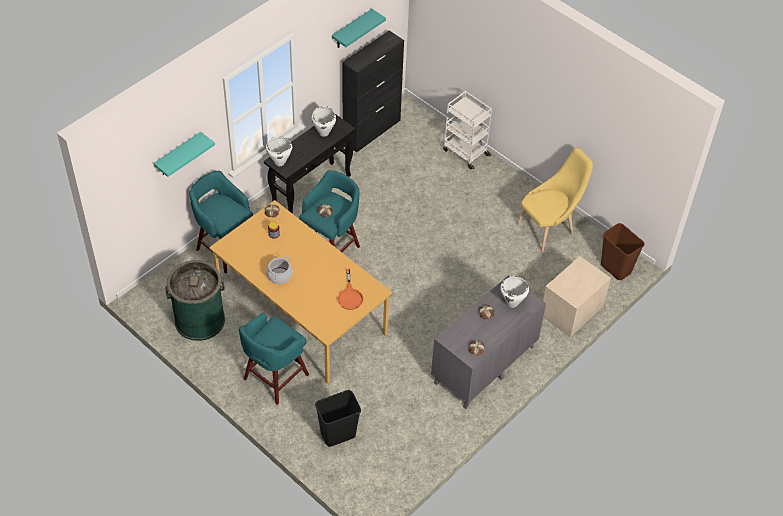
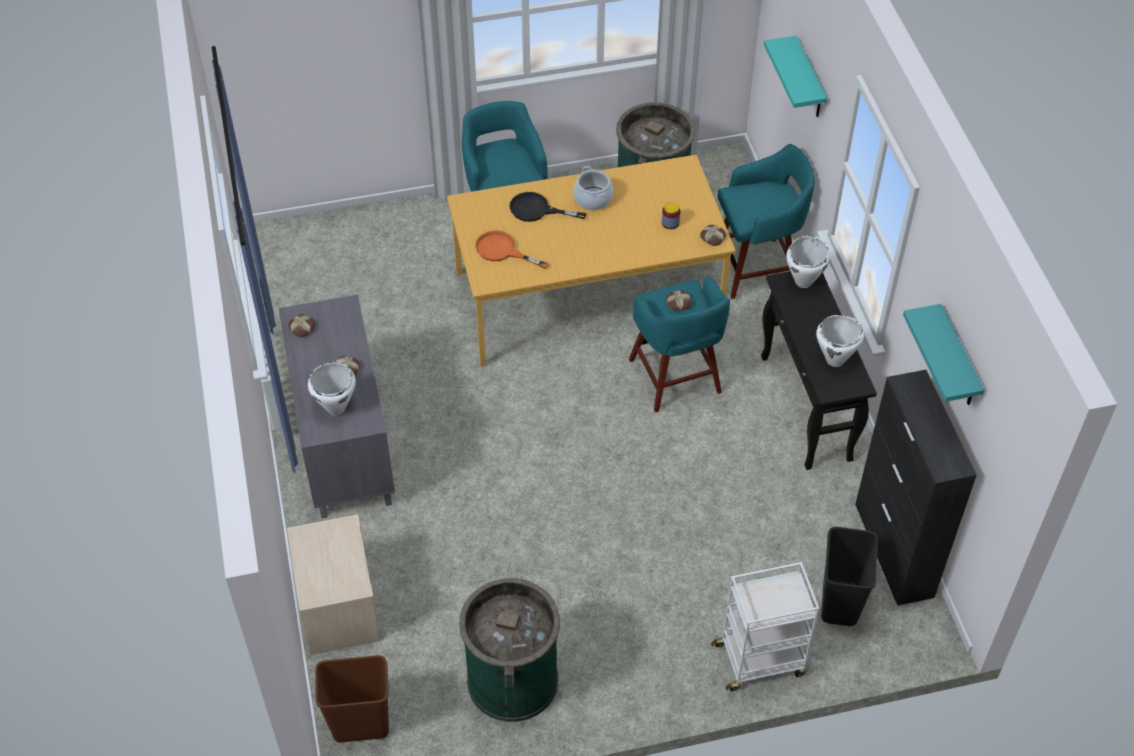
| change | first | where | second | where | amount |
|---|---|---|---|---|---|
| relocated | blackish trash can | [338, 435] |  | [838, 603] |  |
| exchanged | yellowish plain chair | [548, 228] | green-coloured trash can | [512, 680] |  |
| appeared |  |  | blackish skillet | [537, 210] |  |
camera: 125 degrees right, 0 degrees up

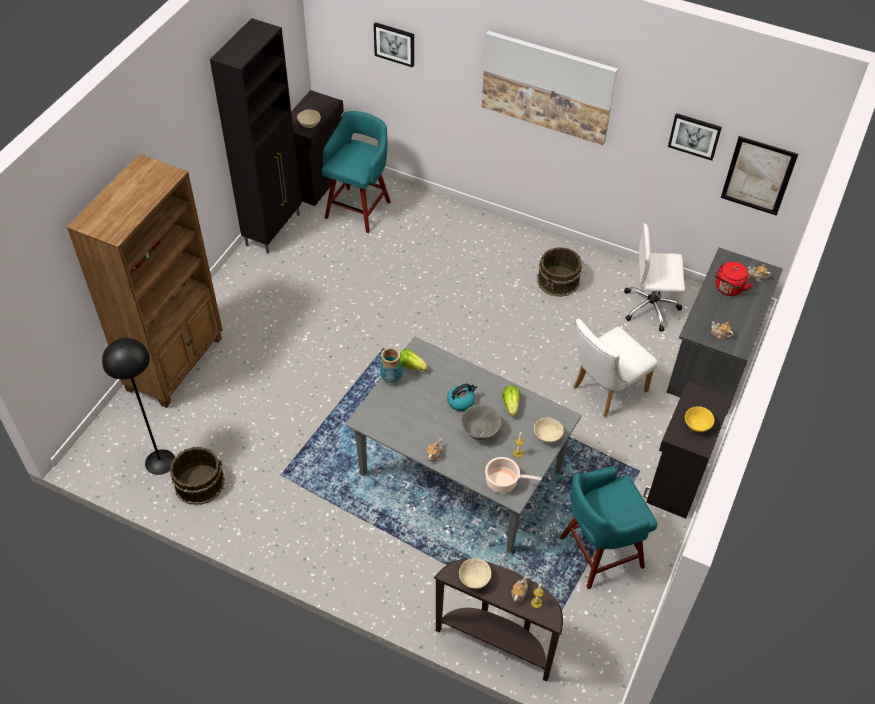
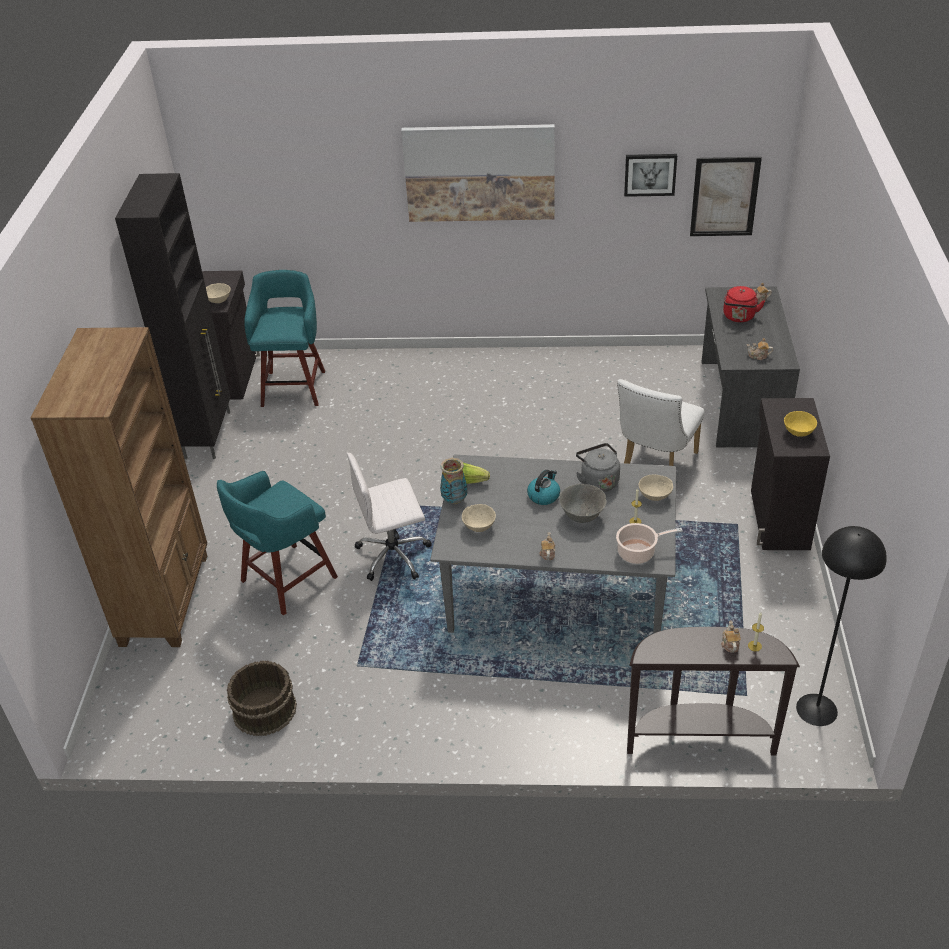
| change | first | where | second | where | amount |
|---|---|---|---|---|---|
| relocated | blackish floor lamp | [160, 462] |  | [816, 710] |  |
| missing | wall art | [394, 44] |  |  |  |
| relocated | beige-coloured serving bowl | [475, 580] |  | [479, 527] |  |
| exchanged | head of lettuce | [511, 404] | gray kettle | [598, 481] |  |
| missing | brown-coloured bucket | [558, 281] |  |  |  |
| relocated | turquoise-coloured stool seat | [598, 553] |  | [286, 580] |  |
| relocated | whitish computer chair | [651, 307] |  | [394, 555] |  |
camera: 20 degrees left, 10 degrees down

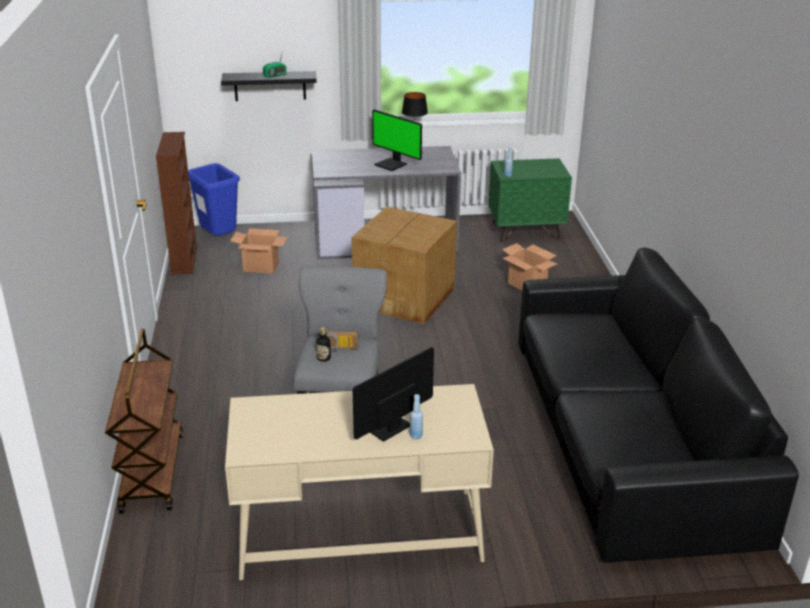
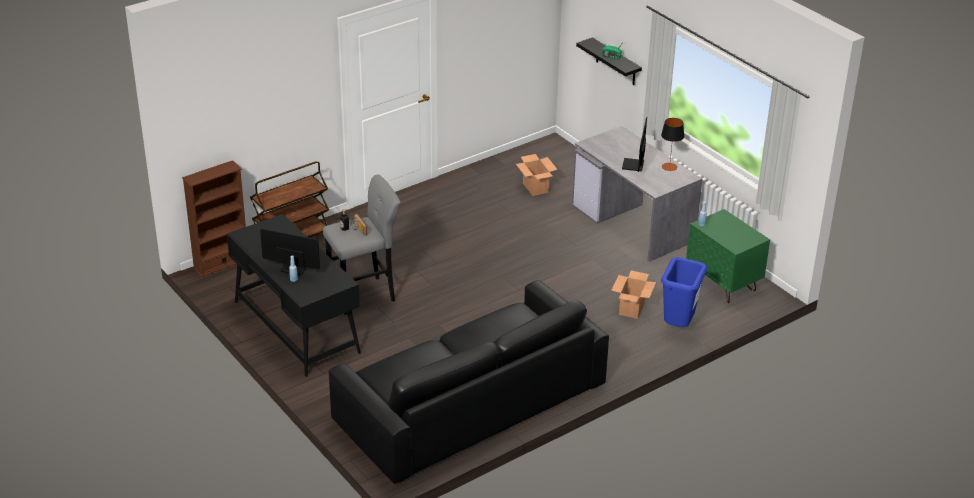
| change | first | where | second | where | amount |
|---|---|---|---|---|---|
| relocated | brown-coloured bookshelf | [184, 259] |  | [221, 263] |  |
| relocated | blue-coloured trash can | [219, 239] |  | [678, 326] |  |
| colour | beige-coloured desk unit | [359, 532] | blackish desk unit | [296, 326] |  |
| missing | cardboard box | [406, 297] |  |  |  |
camera: 60 degrees right, 5 degrees up

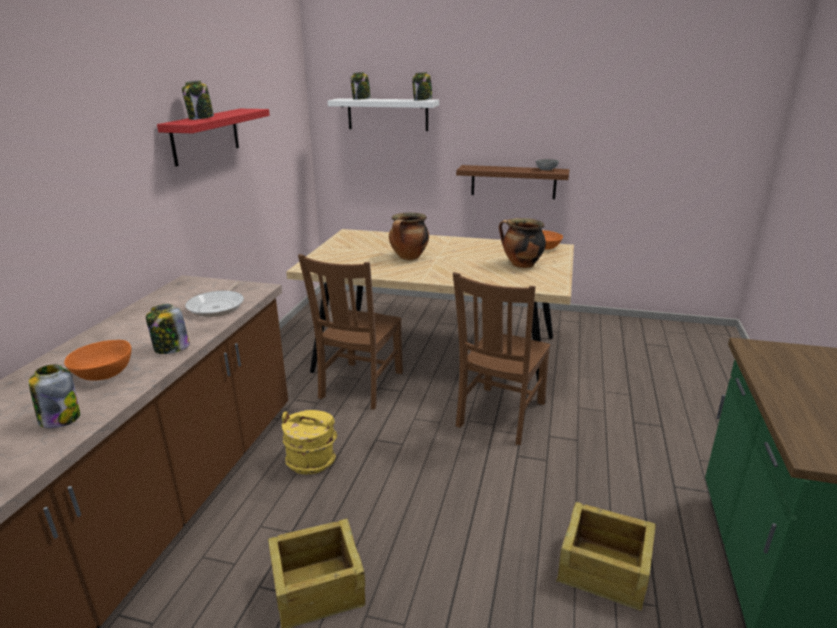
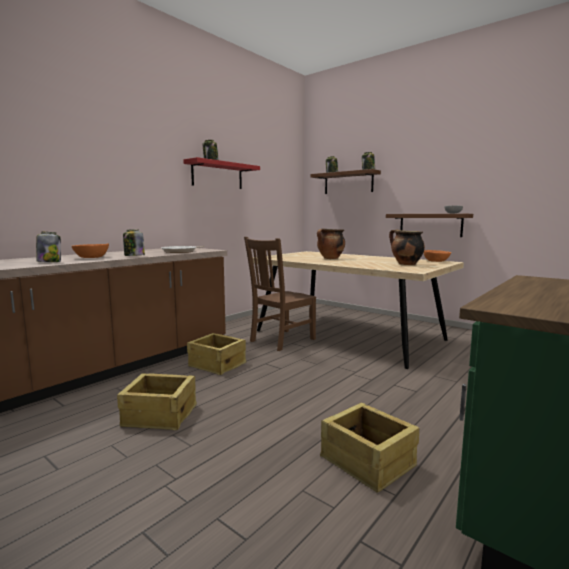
| change | first | where | second | where | amount |
|---|---|---|---|---|---|
| exchanged | yellowish bucket | [311, 460] | crate | [217, 364] |  |
| colour | whitish wall shelf | [387, 114] | brown-coloured wall shelf | [348, 183] |  |
| missing | brown-coloured plain chair | [499, 416] |  |  |  |
camera: 25 degrees right, 15 degrees down

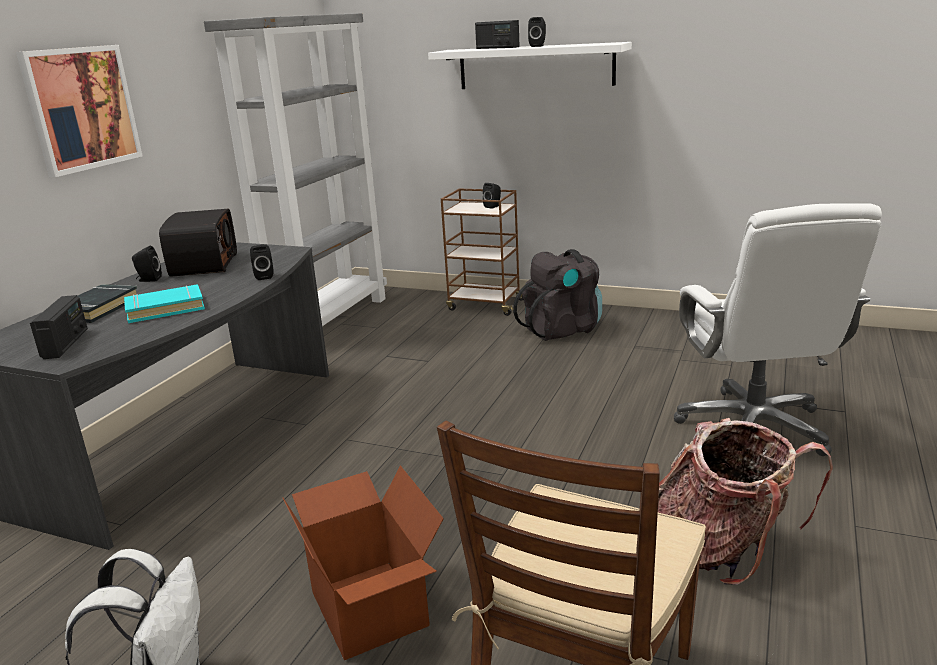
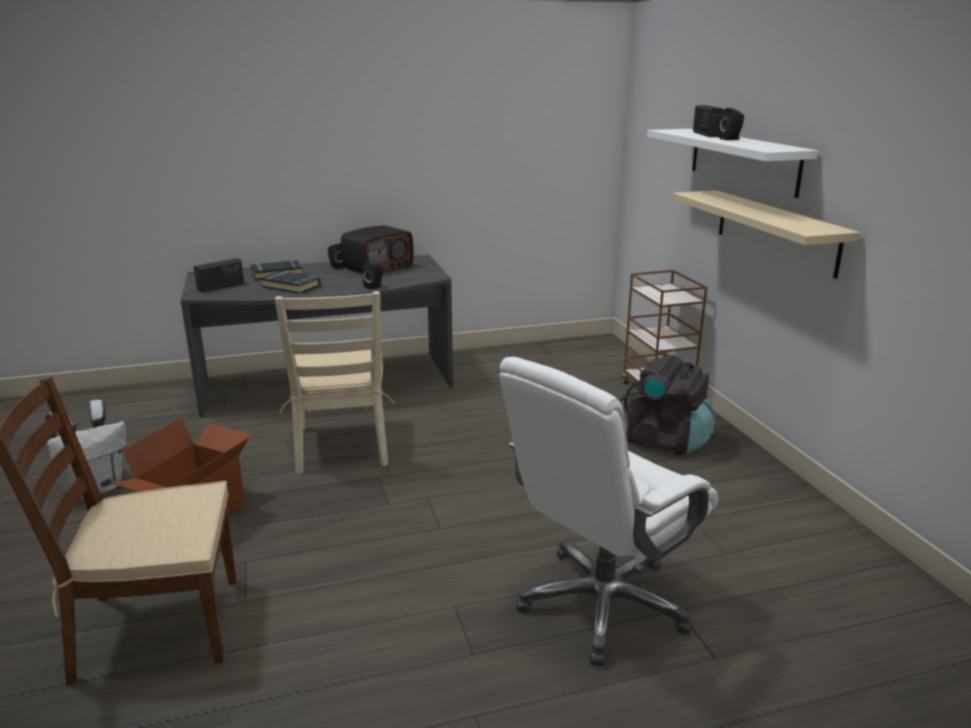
| change | first | where | second | where | amount |
|---|---|---|---|---|---|
| missing | wall art | [81, 108] |  |  |  |
| colour | turquoise-coloured book | [165, 309] | blackish book | [291, 286] |  |
| missing | gray bookshelf | [330, 320] |  |  |  |
| missing | blackish speaker | [493, 206] |  |  |  |
| missing | rucksack | [723, 550] |  |  |  |
| appeared |  |  | beige-coloured plain chair | [342, 446] |  |
| appeared |  |  | beige-coloured wall shelf | [775, 231] |  |
camera: 50 degrees right, 0 degrees up

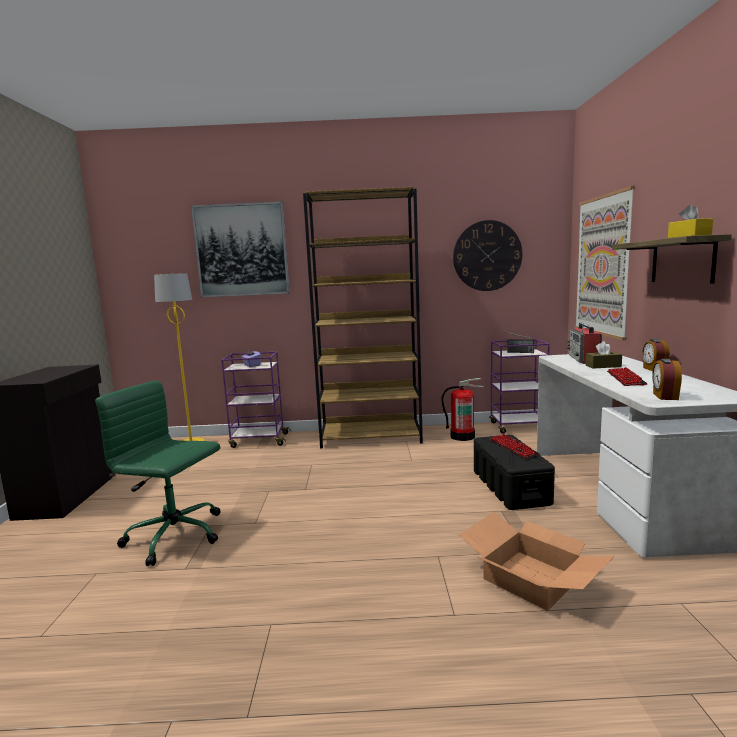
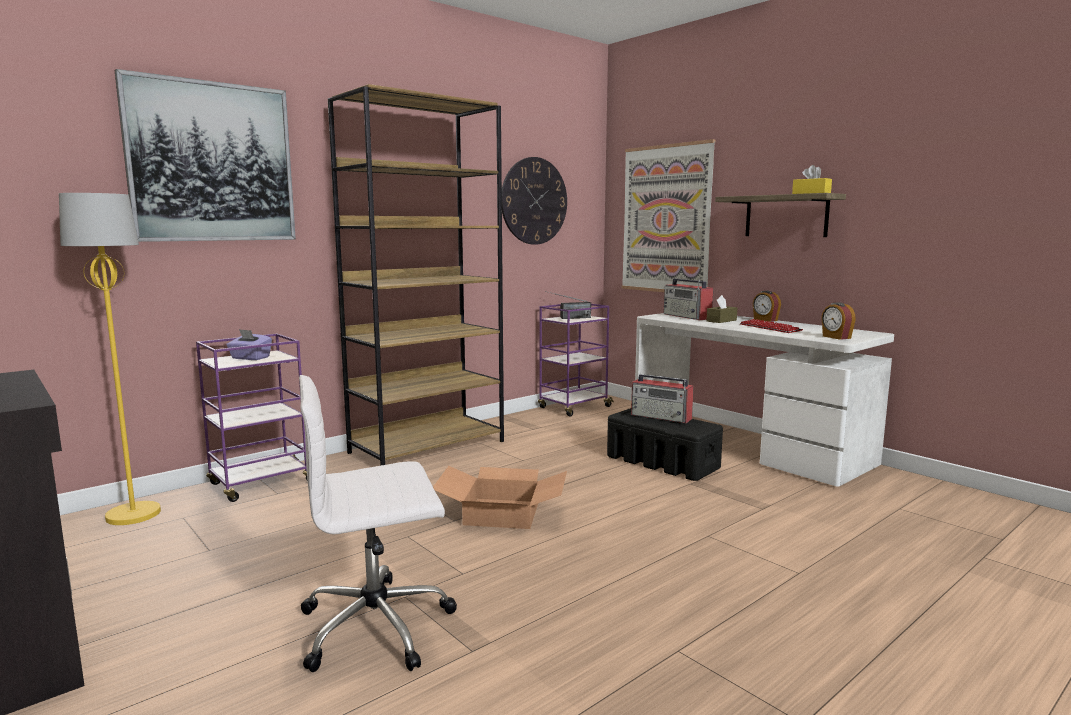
| change | first | where | second | where | amount |
|---|---|---|---|---|---|
| colour | green-coloured computer chair | [176, 536] | whitish computer chair | [378, 625] |  |
| missing | extinguisher | [462, 436] |  |  |  |
| relocated | cardboard box | [533, 578] |  | [503, 513] |  |
| exchanged | keyboard | [513, 447] | radio | [661, 417] |  |
camera: 40 degrees left, 0 degrees up

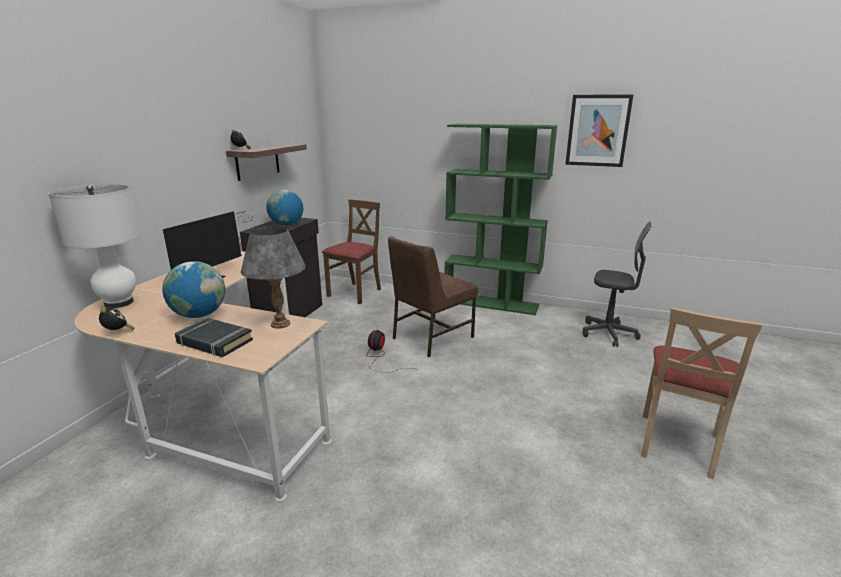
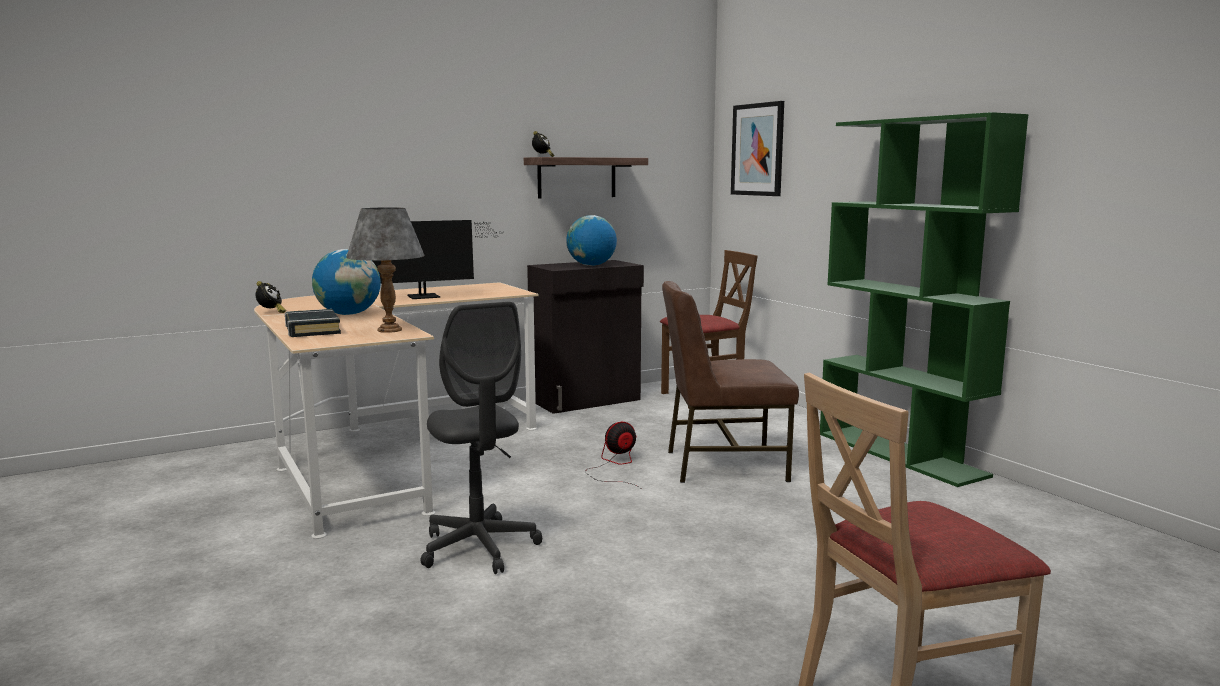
| change | first | where | second | where | amount |
|---|---|---|---|---|---|
| missing | whitish lamp for a table | [119, 303] |  |  |  |
| relocated | wall art | [598, 130] |  | [758, 149] |  |
| relocated | gray computer chair | [608, 334] |  | [479, 548] |  |
camera: 40 degrees right, 10 degrees down

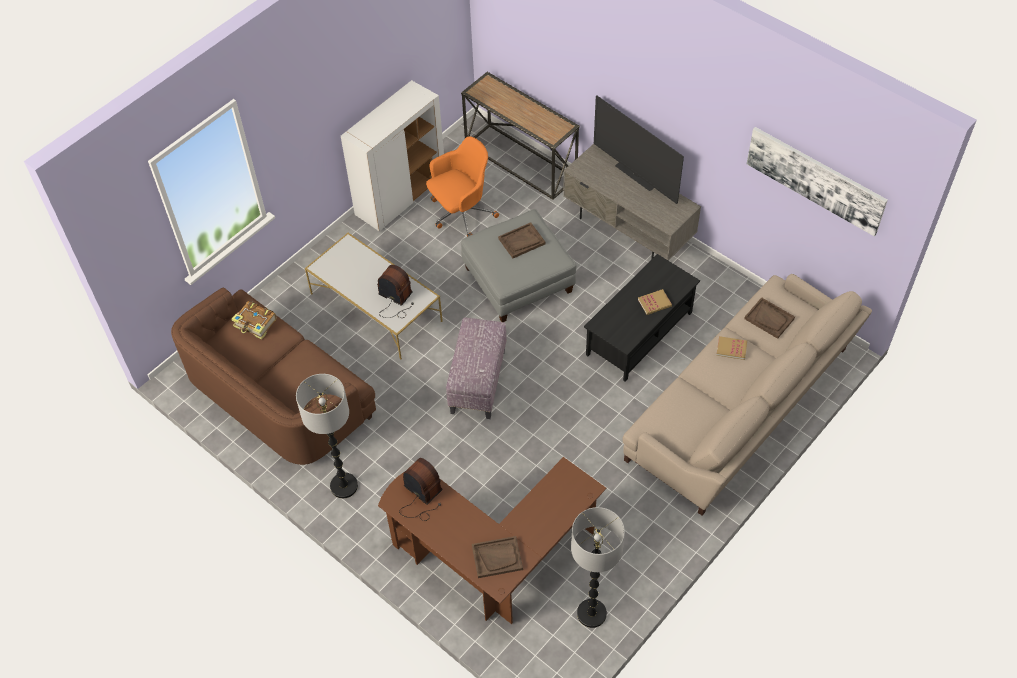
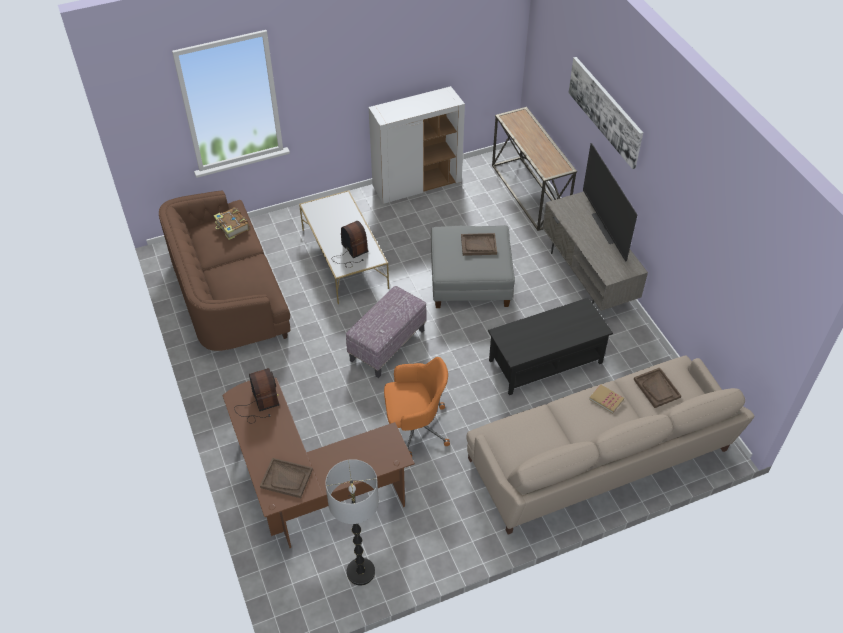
| change | first | where | second | where | amount |
|---|---|---|---|---|---|
| missing | floor lamp | [343, 486] |  |  |  |
| relocated | orangey computer chair | [461, 214] |  | [415, 427] |  |
| missing | book | [654, 303] |  |  |  |
| relocated | wall art | [815, 180] |  | [605, 111] |  |
camera: 25 degrees right, 5 degrees down

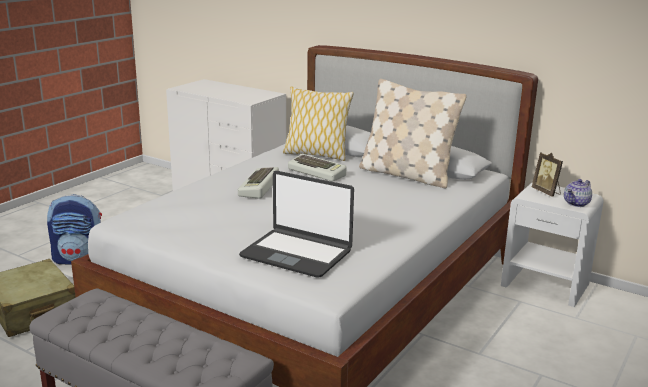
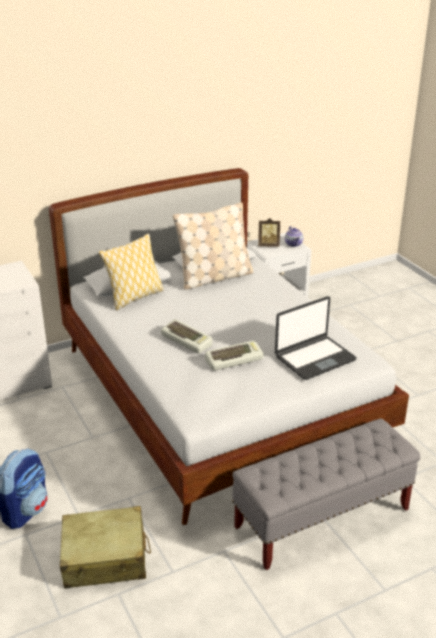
| change | first | where | second | where | amount |
|---|---|---|---|---|---|
| relocated | keyboard | [318, 172] |  | [234, 359] |  |
camera: 60 degrees left, 10 degrees up

